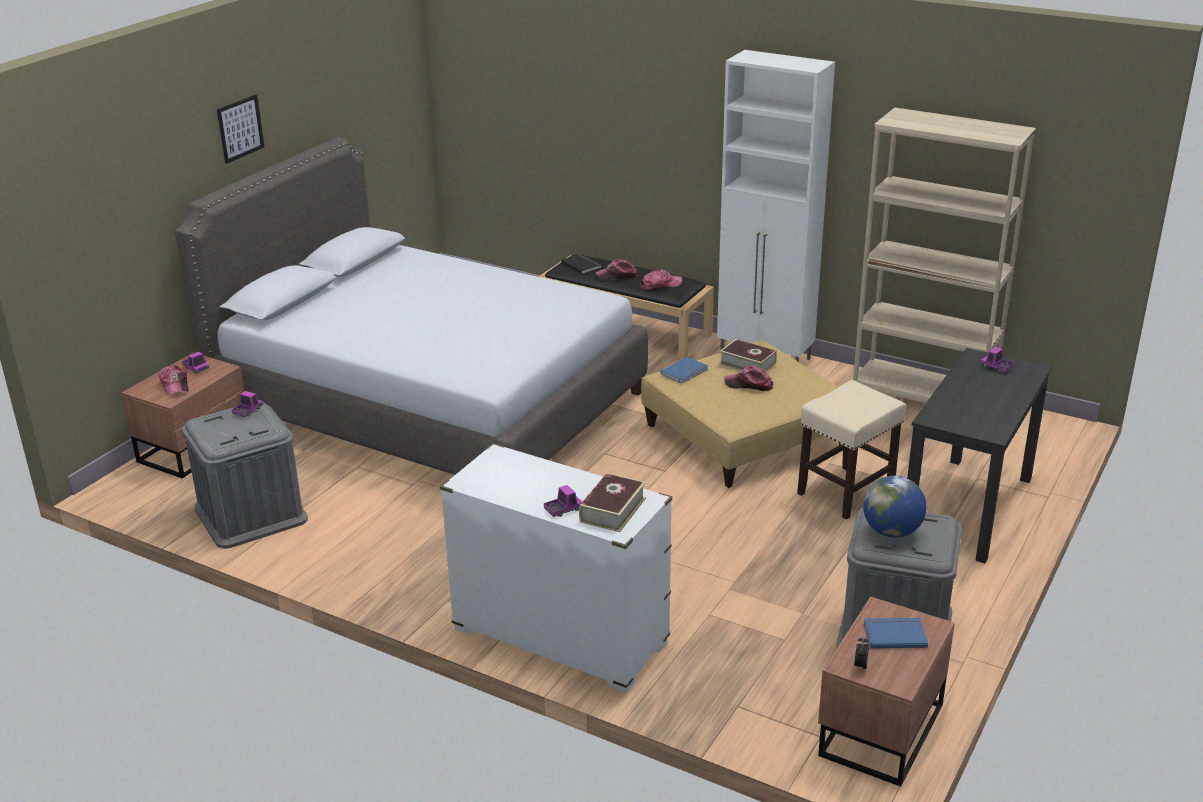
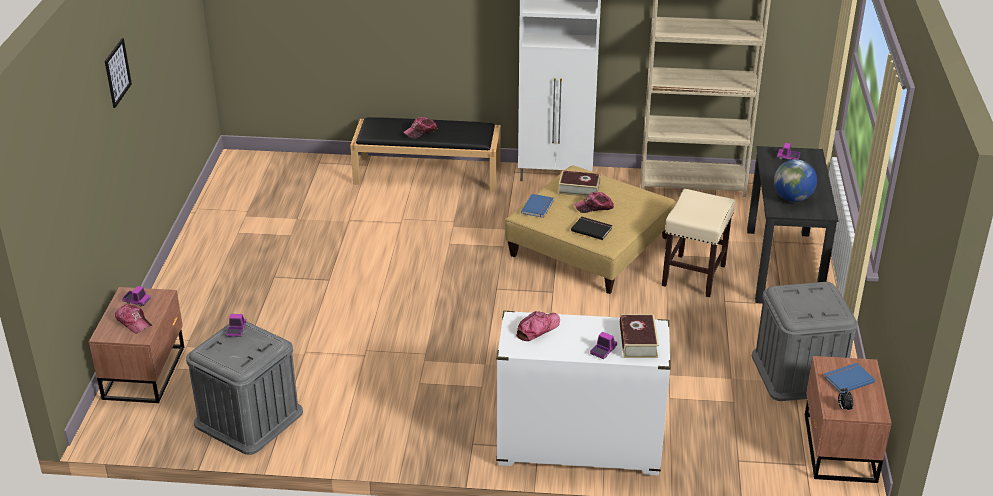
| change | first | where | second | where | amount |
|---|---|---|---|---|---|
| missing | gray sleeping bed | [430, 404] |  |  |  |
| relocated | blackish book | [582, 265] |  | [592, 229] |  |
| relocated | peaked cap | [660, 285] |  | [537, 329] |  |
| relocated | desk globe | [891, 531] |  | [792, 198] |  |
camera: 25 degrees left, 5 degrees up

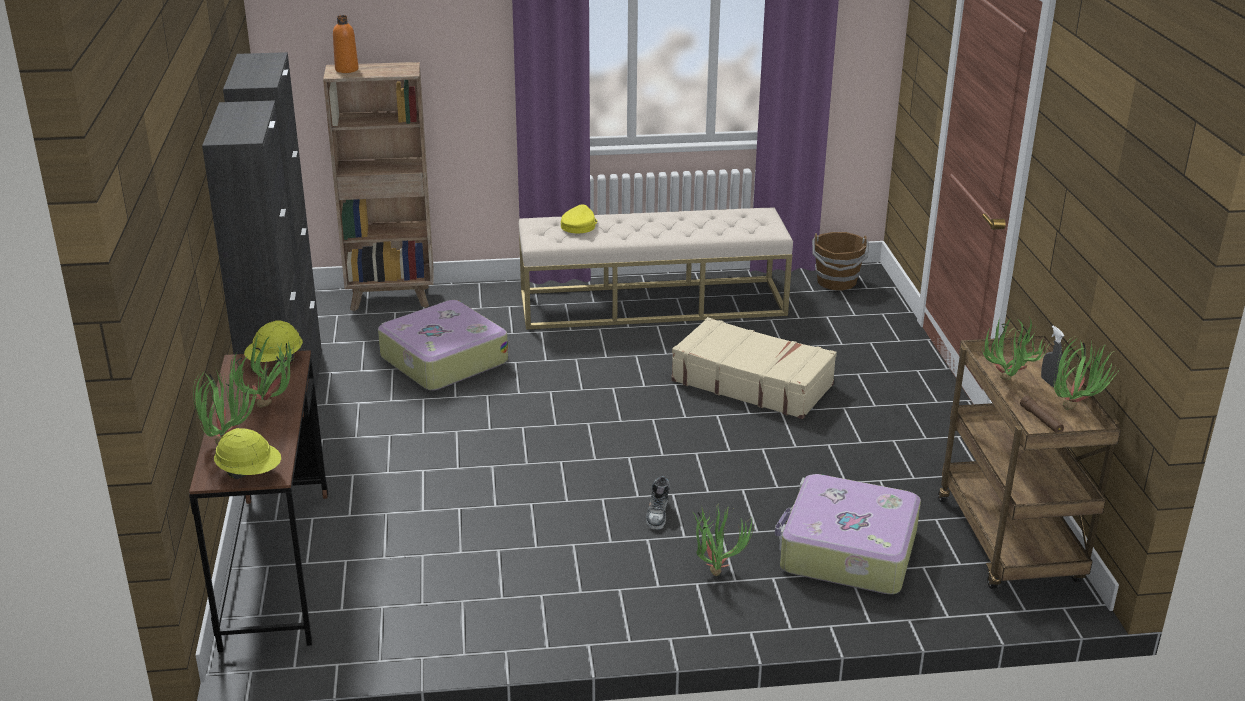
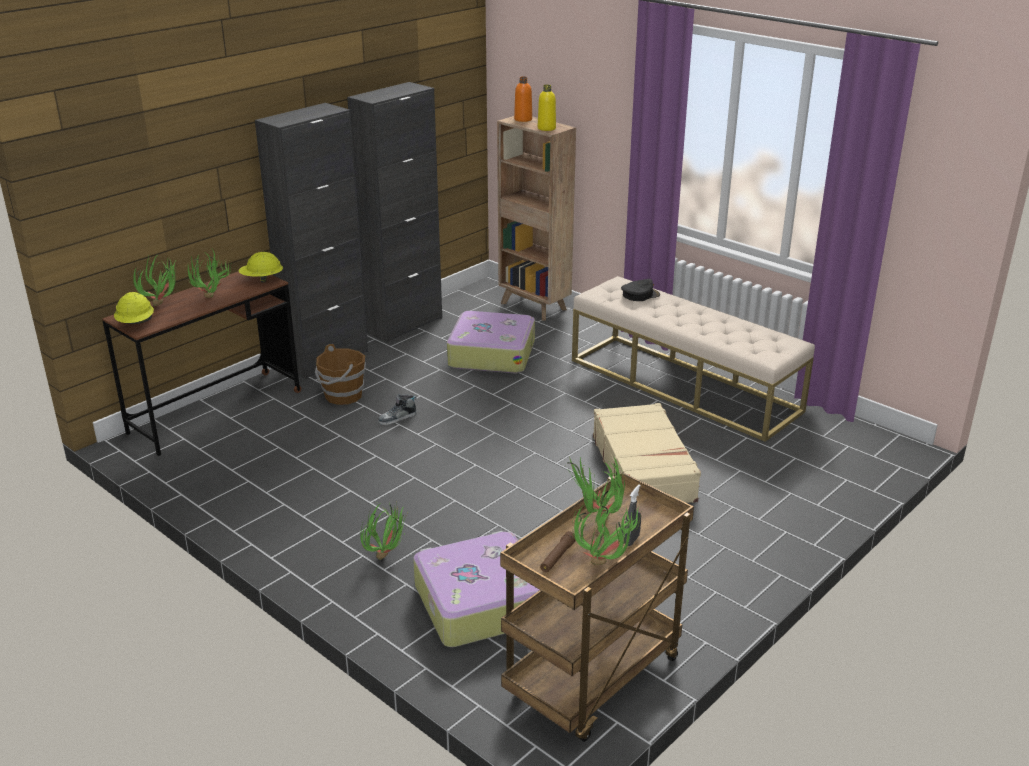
| change | first | where | second | where | amount |
|---|---|---|---|---|---|
| colour | yellowish peaked cap | [578, 225] | blackish peaked cap | [640, 295] |  |
| relocated | shoe | [657, 514] |  | [397, 418] |  |
| relocated | brown-coloured bucket | [837, 282] |  | [342, 396] |  |
| appeared |  |  | yellowish drink bottle | [546, 128] |  |
camera: 50 degrees right, 0 degrees up

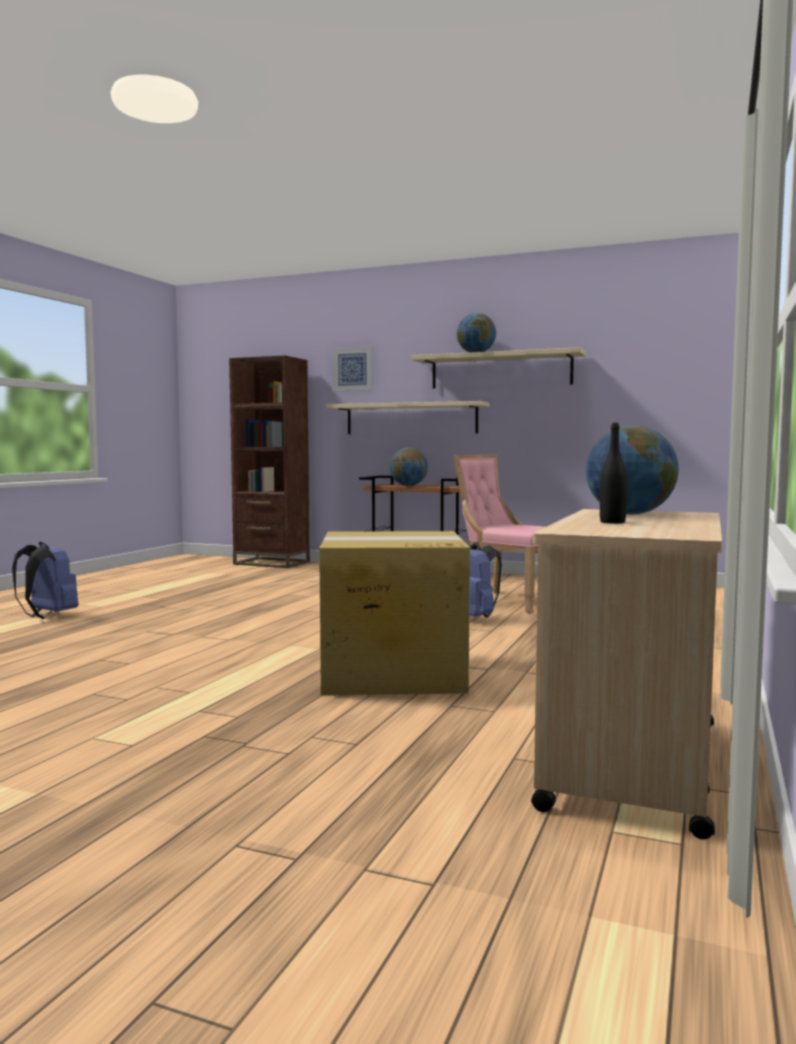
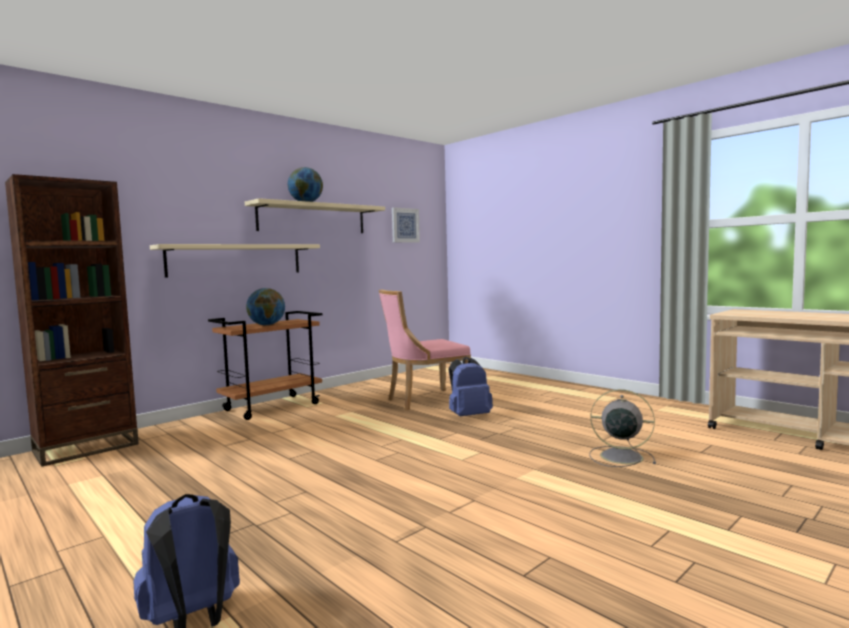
| change | first | where | second | where | amount |
|---|---|---|---|---|---|
| exchanged | cardboard box | [390, 672] | gray fan | [619, 456] |  |
| relocated | wall art | [353, 369] |  | [405, 225] |  |
| missing | desk globe | [630, 514] |  |  |  |
| missing | blackish drink bottle | [612, 522] |  |  |  |
camera: 65 degrees left, 0 degrees up

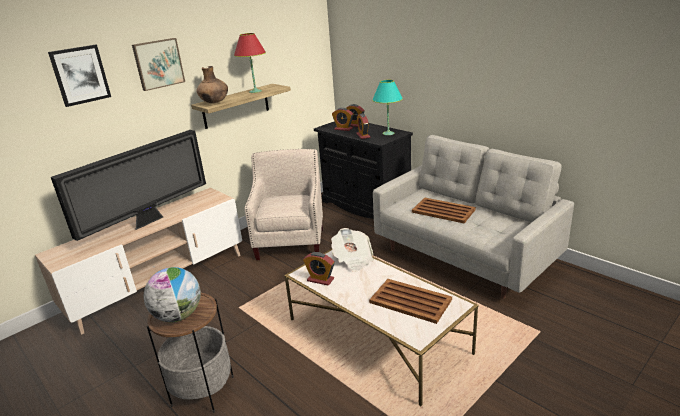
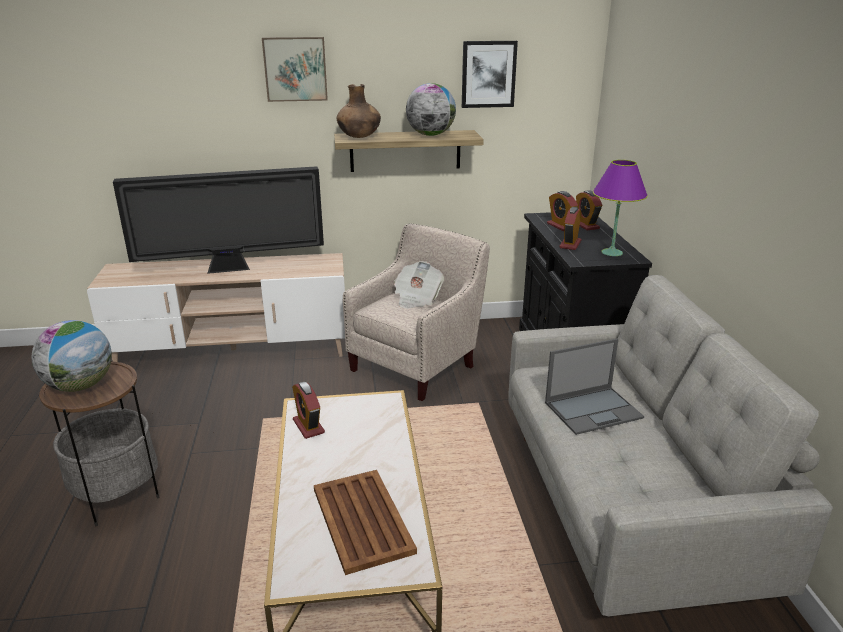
| change | first | where | second | where | amount |
|---|---|---|---|---|---|
| relocated | wall art | [80, 75] |  | [488, 74] |  |
| exchanged | reddish lamp for a table | [255, 91] | desk globe | [430, 135] |  |
| relocated | newspaper | [353, 259] |  | [417, 298] |  |
| colour | turquoise-coloured lamp for a table | [388, 133] | purplish lamp for a table | [611, 253] |  |
| exchanged | brown-coloured carrying tray | [442, 211] | portable computer | [594, 410] |  |
camera: 35 degrees right, 0 degrees up

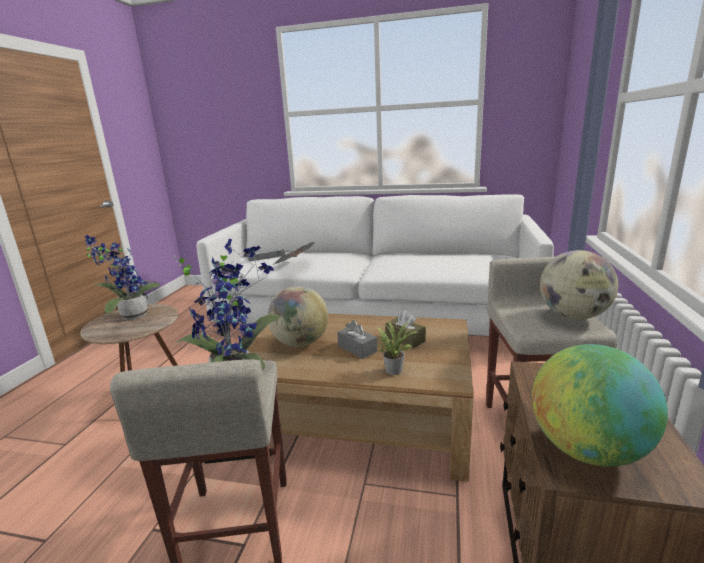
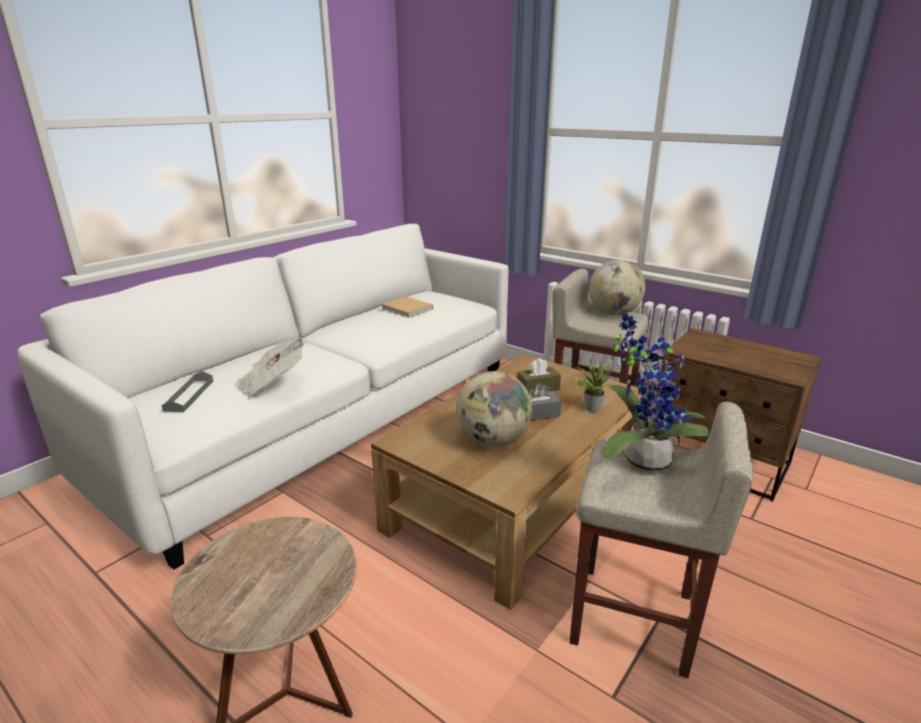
| change | first | where | second | where | amount |
|---|---|---|---|---|---|
| missing | plant in a pot | [131, 316] |  |  |  |
| missing | desk globe | [587, 450] |  |  |  |
| appeared |  |  | beige-coloured book | [408, 309] |  |
camera: 65 degrees left, 5 degrees up

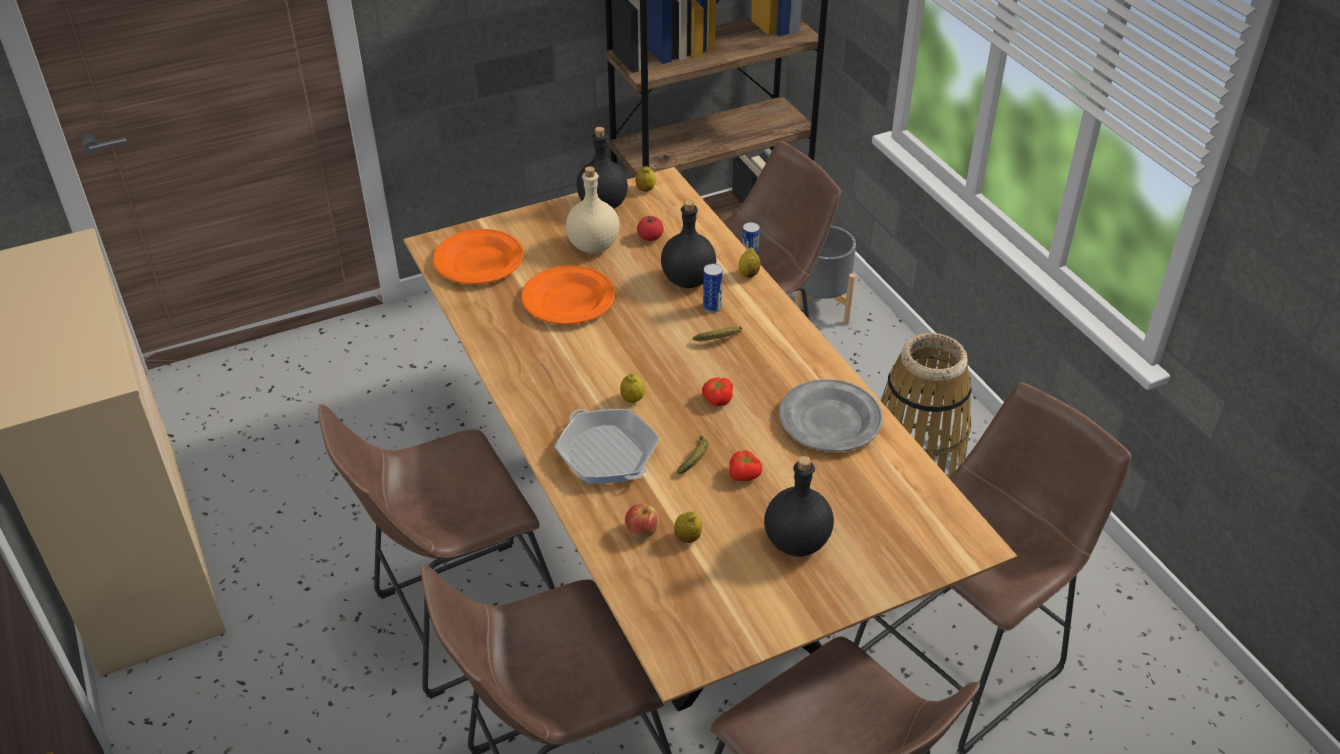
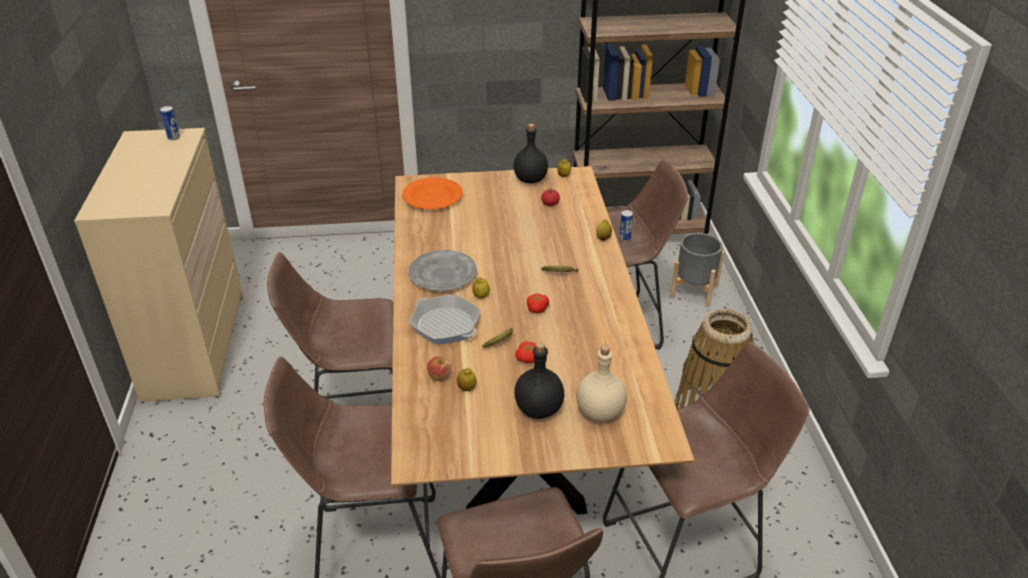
| change | first | where | second | where | amount |
|---|---|---|---|---|---|
| missing | orangey dinner plate | [569, 300] |  |  |  |
| spun | skillet | [607, 453] |  | [445, 325] | 150 degrees clockwise |
| relocated | beige-coloured drink bottle | [593, 245] |  | [599, 412] |  |
| missing | blackish drink bottle | [687, 280] |  |  |  |
| relocated | sealed can | [712, 307] |  | [173, 137] |  |
| relocated | gray dinner plate | [830, 421] |  | [443, 274] |  |
camera: 20 degrees right, 5 degrees down

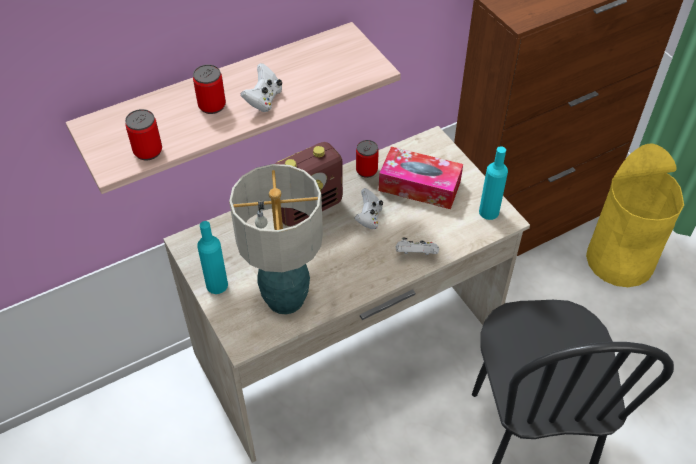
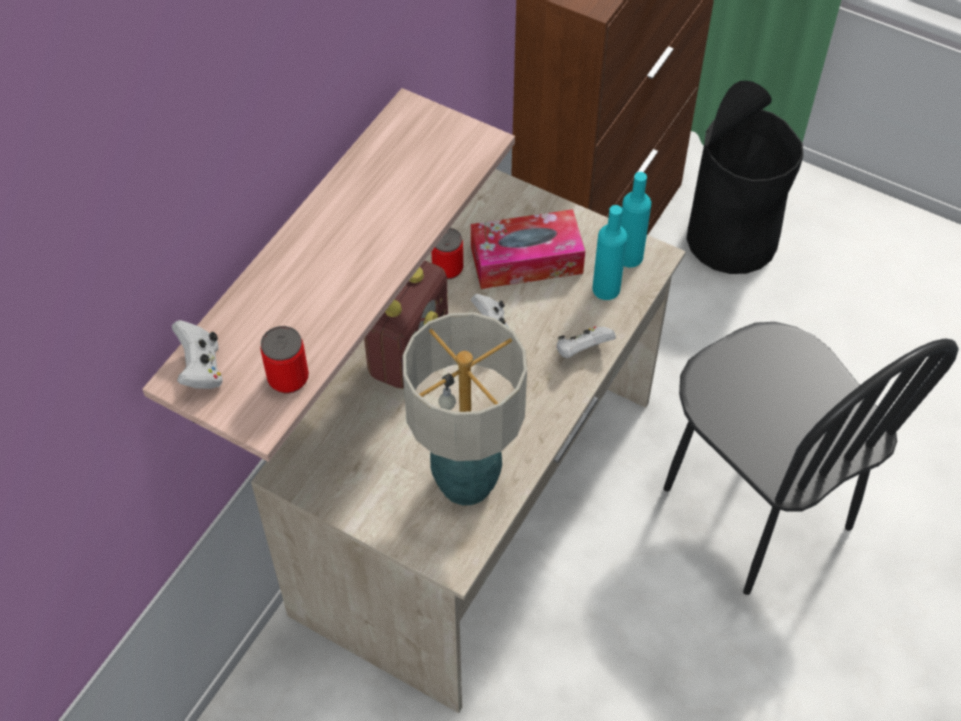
| change | first | where | second | where | amount |
|---|---|---|---|---|---|
| missing | sealed can | [212, 105] |  |  |  |
| relocated | turquoise-coloured drink bottle | [217, 285] |  | [606, 289] |  |
| relocated | whitish joypad | [264, 100] |  | [201, 369] |  |
| colour | yellowish trash can | [620, 260] | blackish trash can | [732, 238] |  |
camera: 30 degrees left, 5 degrees up

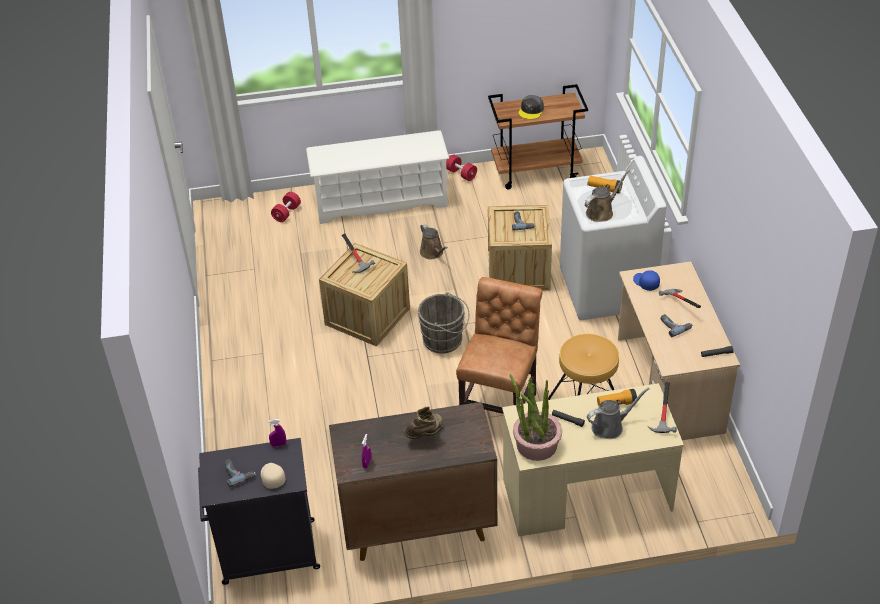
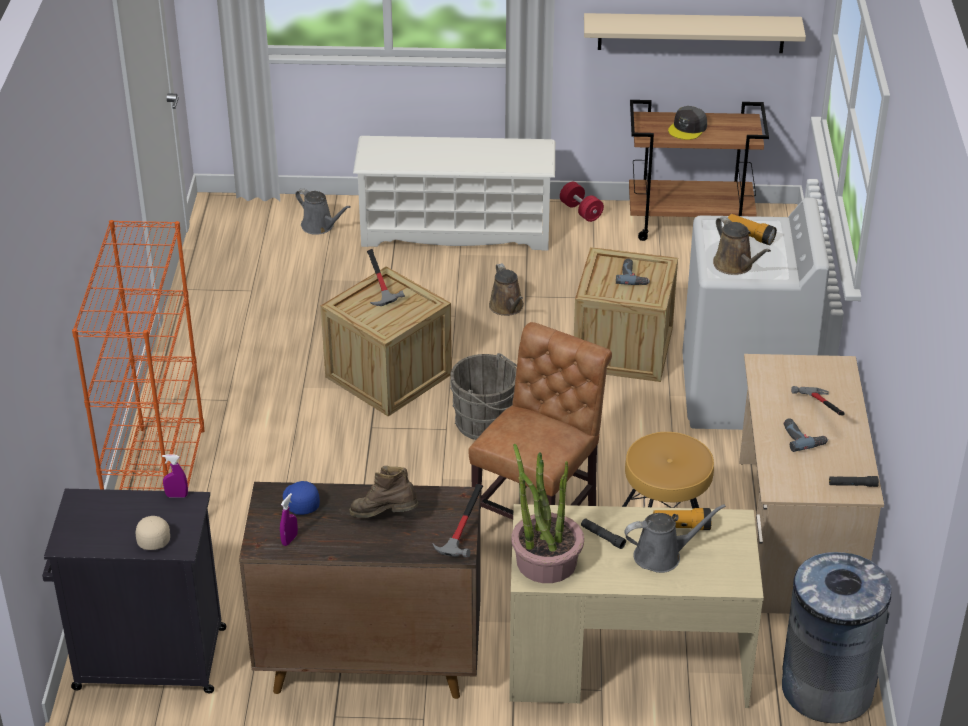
| change | first | where | second | where | amount |
|---|---|---|---|---|---|
| missing | electric drill | [238, 473] |  |  |  |
| exchanged | reddish dumbbell | [286, 213] | gray watering can | [320, 226] |  |
| spun | brown-coloured tall boot | [425, 434] |  | [385, 516] | 135 degrees counterclockwise |
| spun | brown-coloured watering can | [601, 212] |  | [735, 265] | 90 degrees clockwise |
| relocated | blue-coloured peaked cap | [645, 283] |  | [300, 501] |  |
| relocated | hand hammer | [665, 418] |  | [464, 538] |  |
| appeared |  |  | orangey bookshelf | [158, 484] |  |
| appeared |  |  | beige-coloured wall shelf | [691, 33] |  |
| appeared |  |  | gray trash can | [826, 688] |  |
camera: 10 degrees right, 5 degrees down

